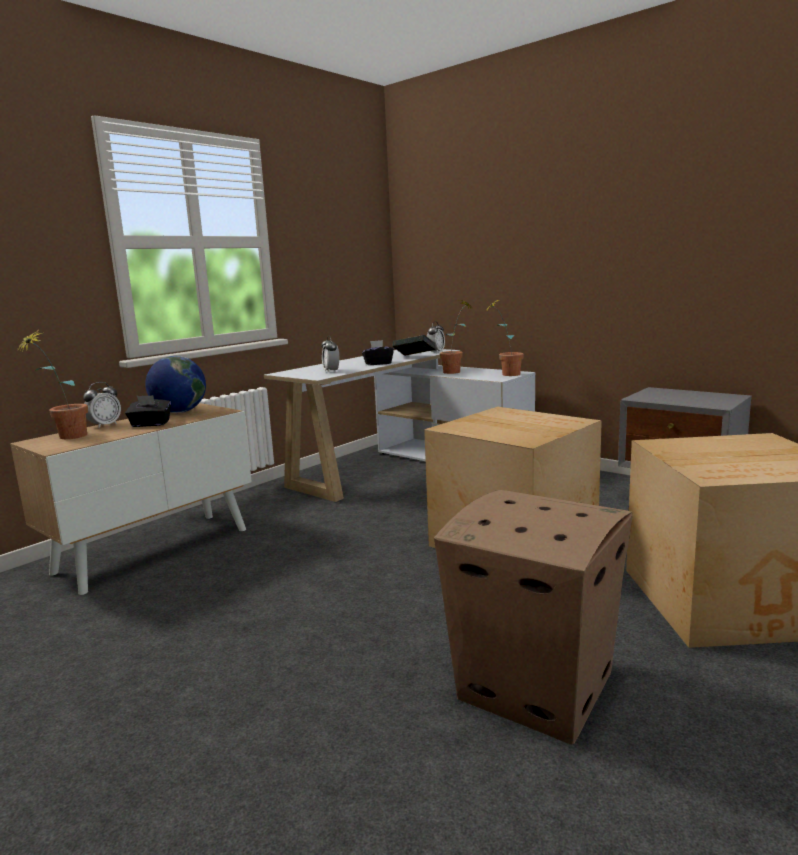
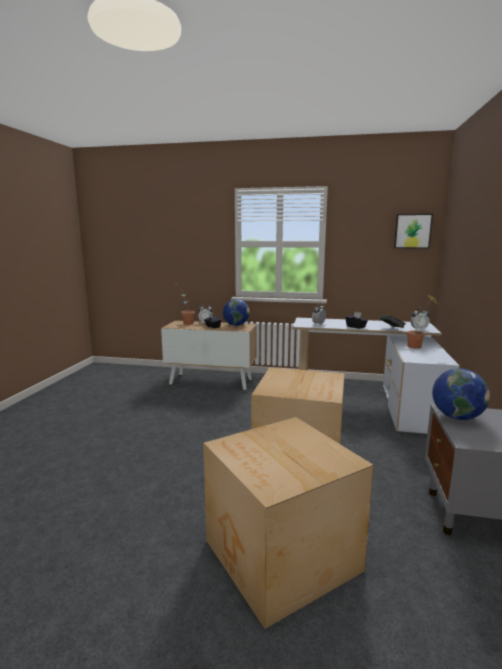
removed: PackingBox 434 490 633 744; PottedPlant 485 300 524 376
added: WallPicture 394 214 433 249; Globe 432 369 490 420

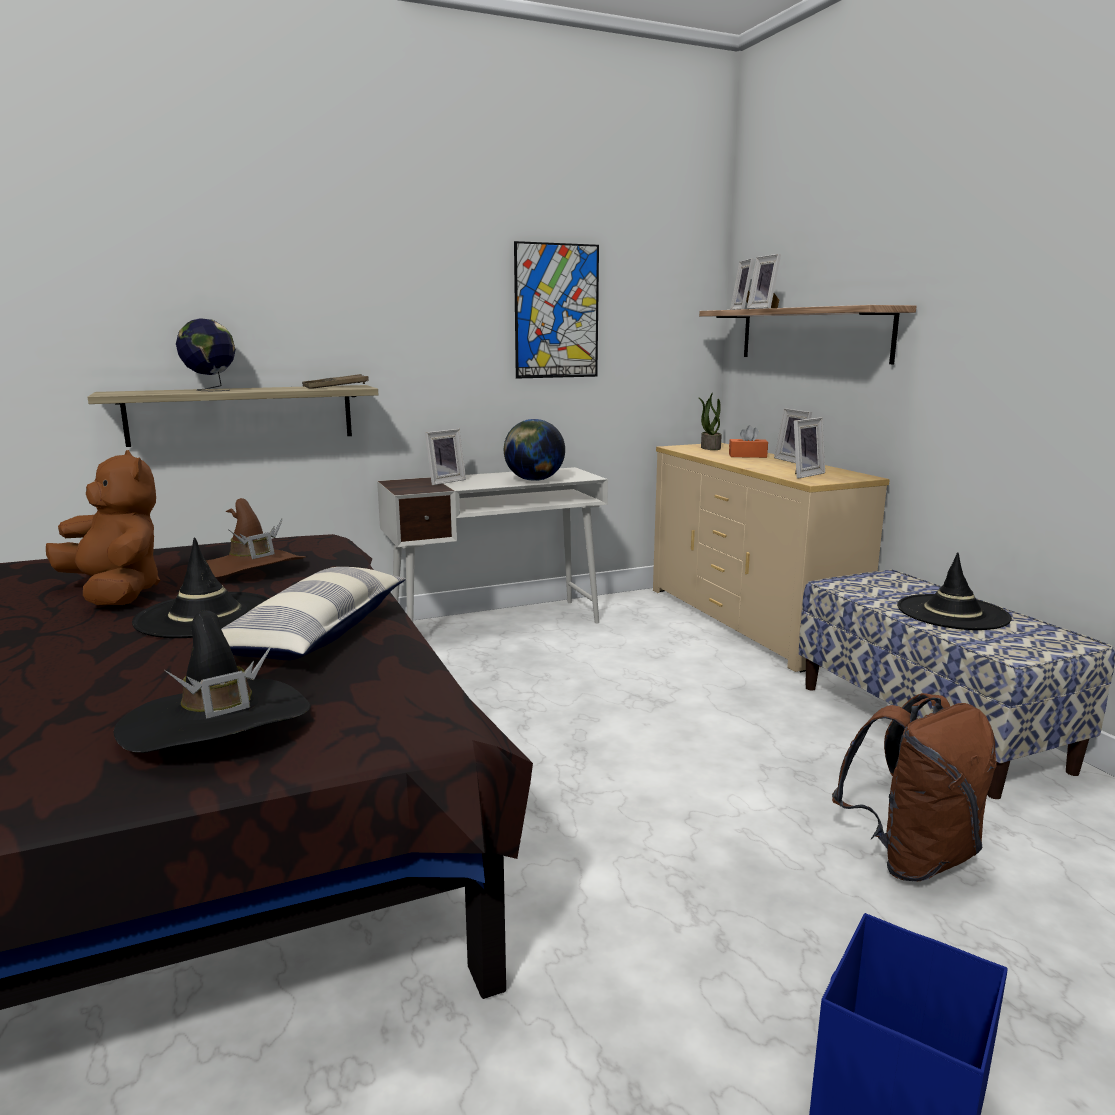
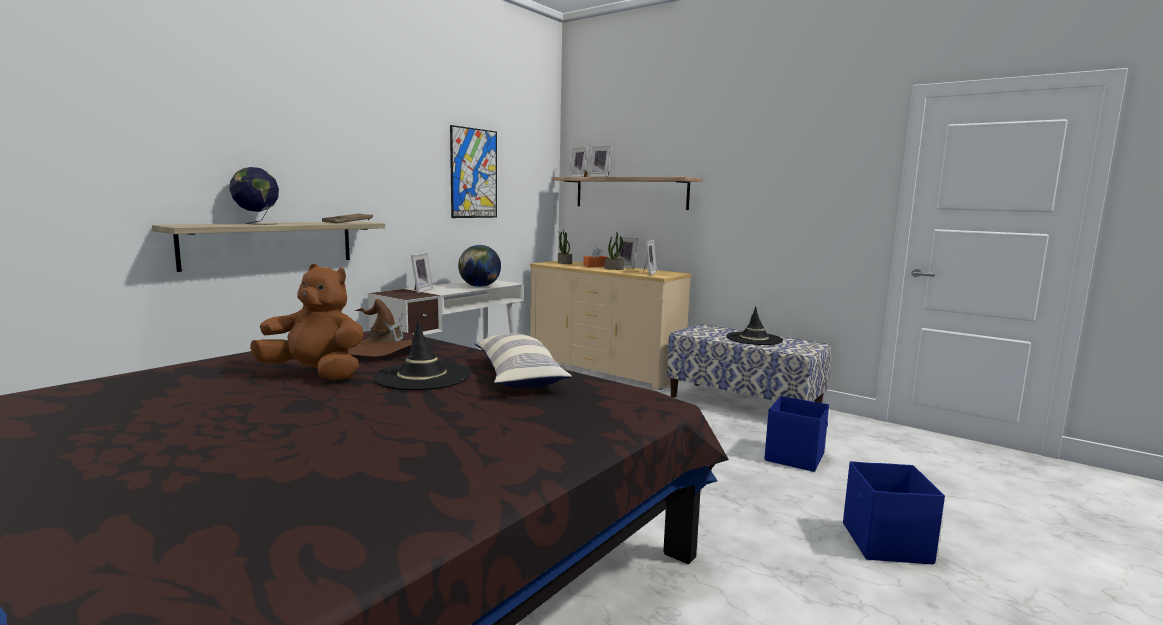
removed: BlackWearableHat 113 610 311 753
added: PottedPlant 604 231 624 270
replaced: BrownishBackpack 832 693 997 882 to BluishStorageBin 765 396 829 472

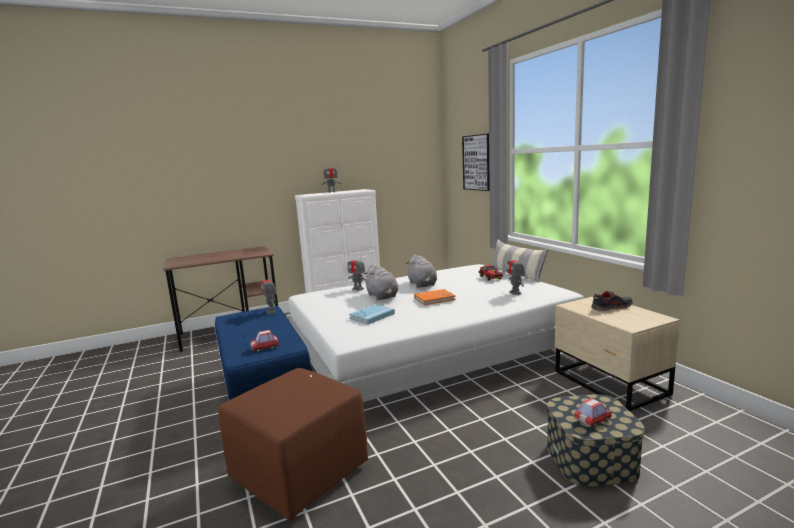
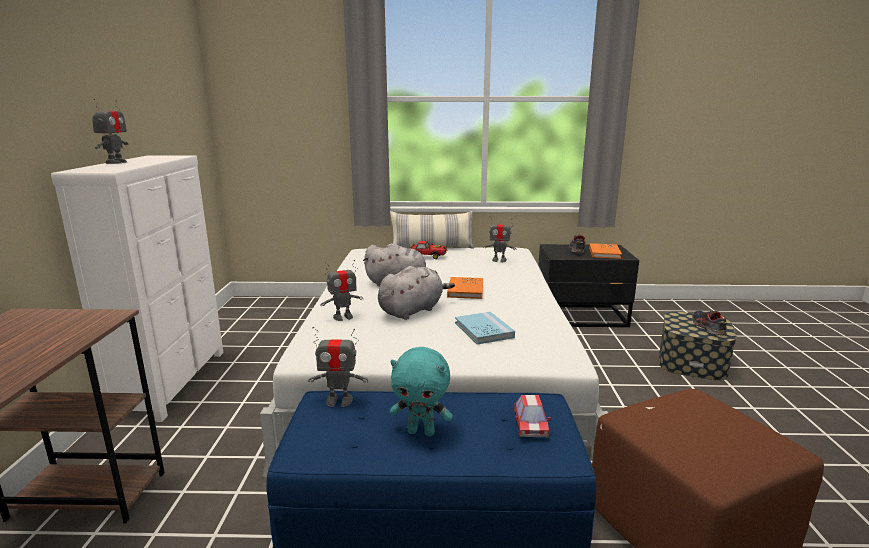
removed: WallPicture 462 134 490 191
added: TurquoiseCuddlyToy 390 347 453 436; OrangeColouredBoundBook 589 243 622 259
replaced: MiniatureCar 574 398 612 428 to ItemOfFootwear 692 310 727 336
recoloured: BeigeBedsideTable 555 297 680 411 to BlackBedsideTable 538 244 639 327
turned: GrayCuddlyToy 364 264 398 300 = 378 266 455 320 45 degrees counterclockwise

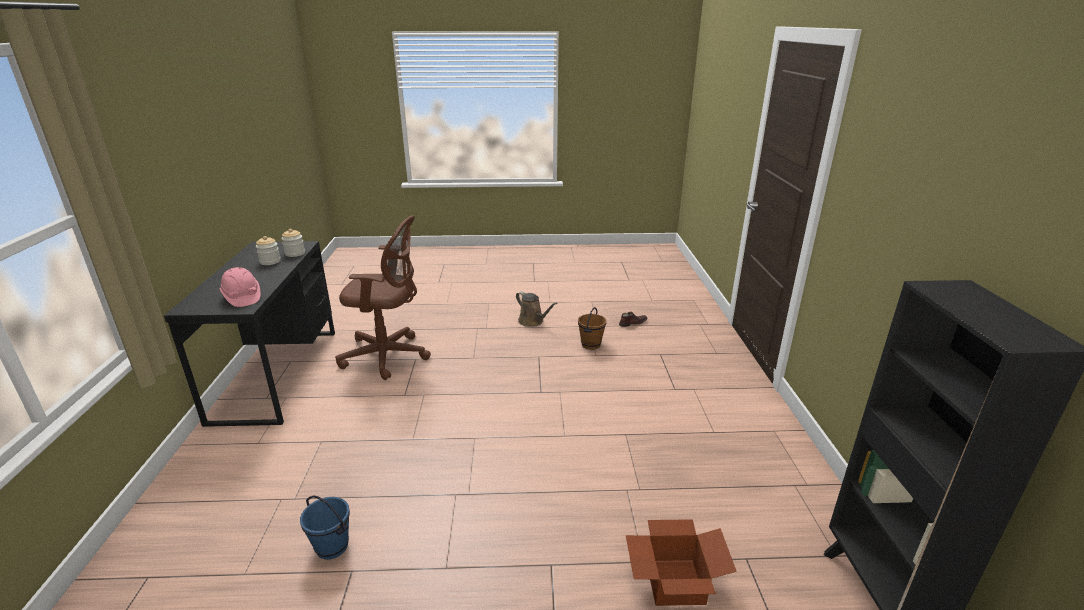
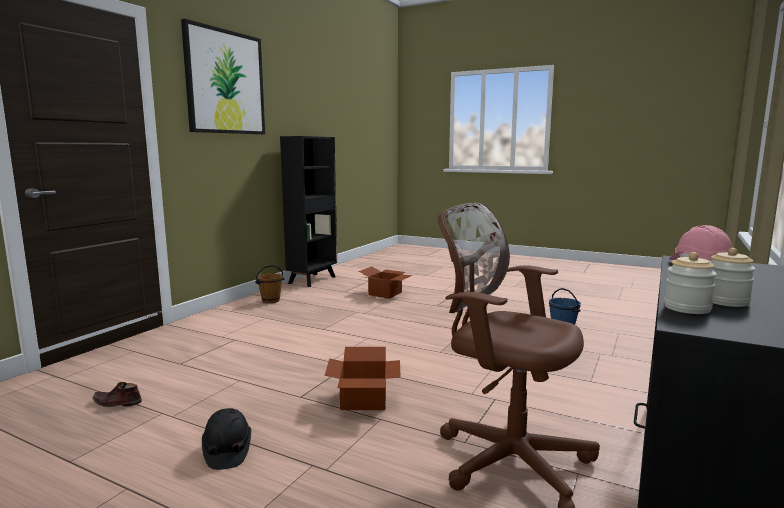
added: WallPicture 181 19 265 134; PackingBox 324 347 401 410
moved: BrownishPail 578 307 607 350 to 255 265 284 303
replaced: BrownishSprinklingCan 516 291 558 327 to BlackWorkHelmet 202 408 251 470

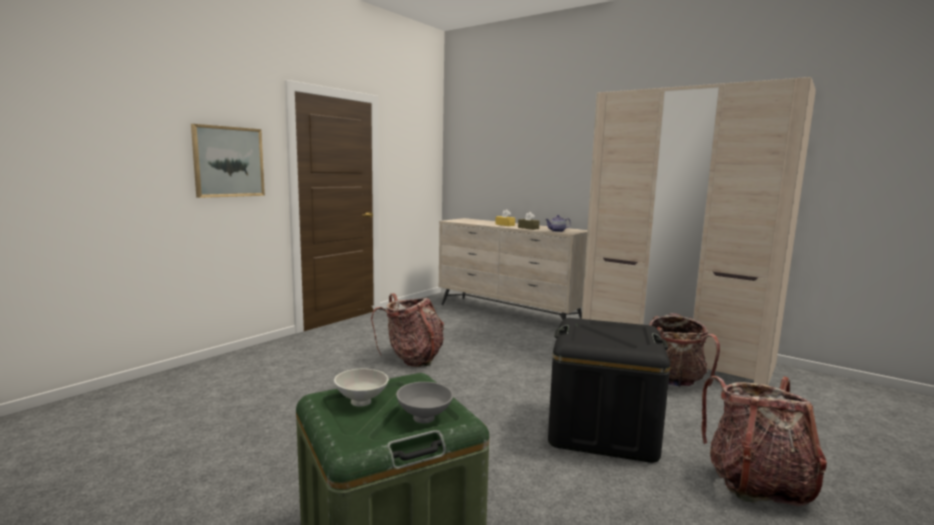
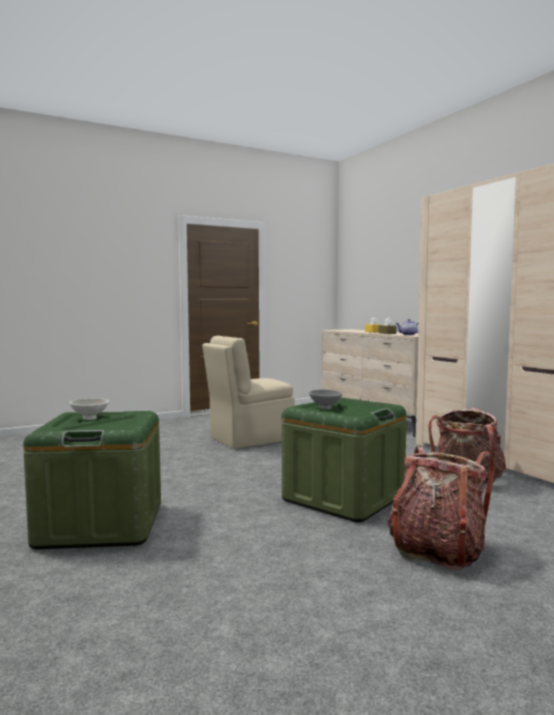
removed: WallPicture 191 124 265 198
moved: GrayServingBowl 396 382 453 423 to 309 390 343 409
replaced: Backpack 371 293 444 367 to BeigeChair 202 336 295 449
recoloured: BlackStorageBin 548 318 670 463 to GreenishStorageBin 282 398 407 523

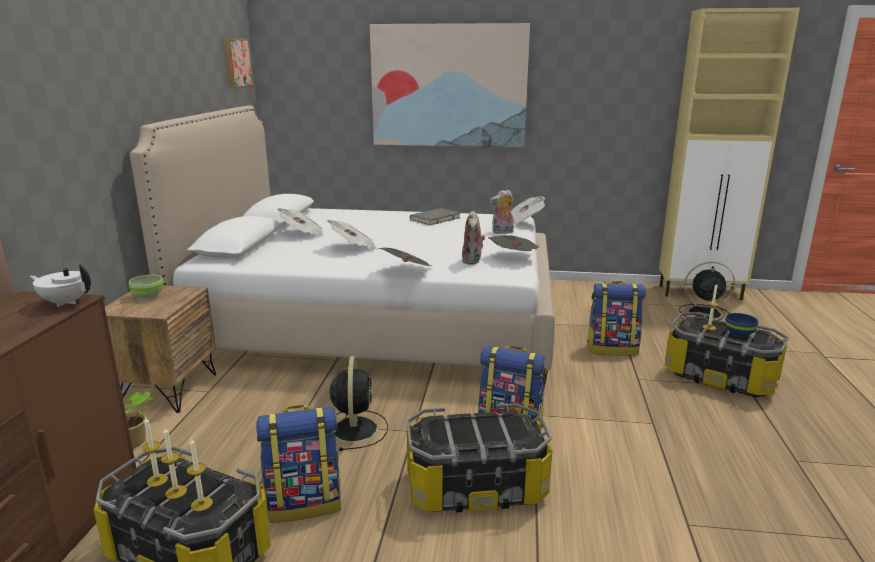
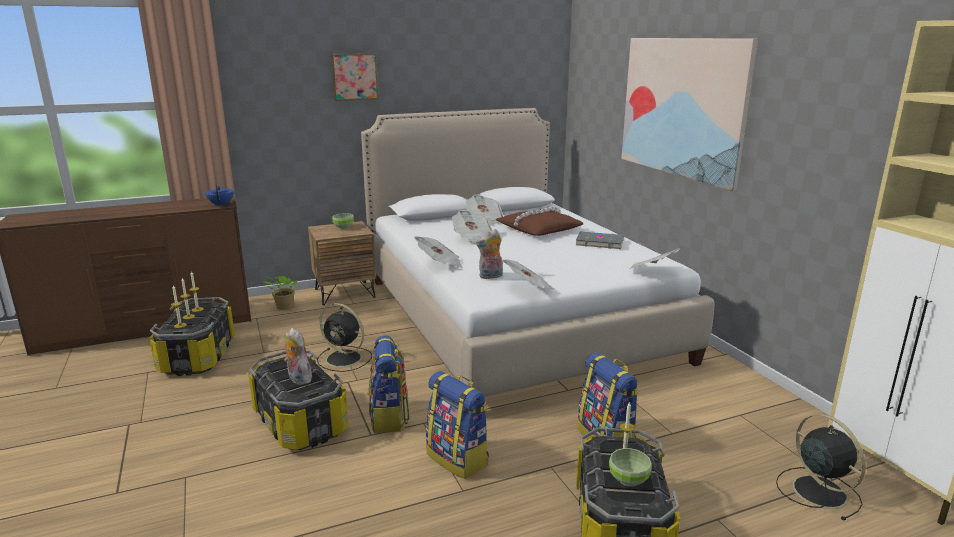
added: BrownishThrowPillow 496 206 583 236
moved: CuddlyToy 490 190 514 234 to 284 328 312 385; WallPicture 224 38 254 89 to 331 53 379 101; Backpack 256 405 341 523 to 426 371 489 479
recoloured: WhiteTeaPot 30 264 91 307 to BluishTeaPot 205 185 234 207; BluishServingBowl 725 313 758 337 to GreenishServingBowl 609 448 652 487
turned: BlackFan 330 356 388 451 = 317 303 372 372 60 degrees clockwise

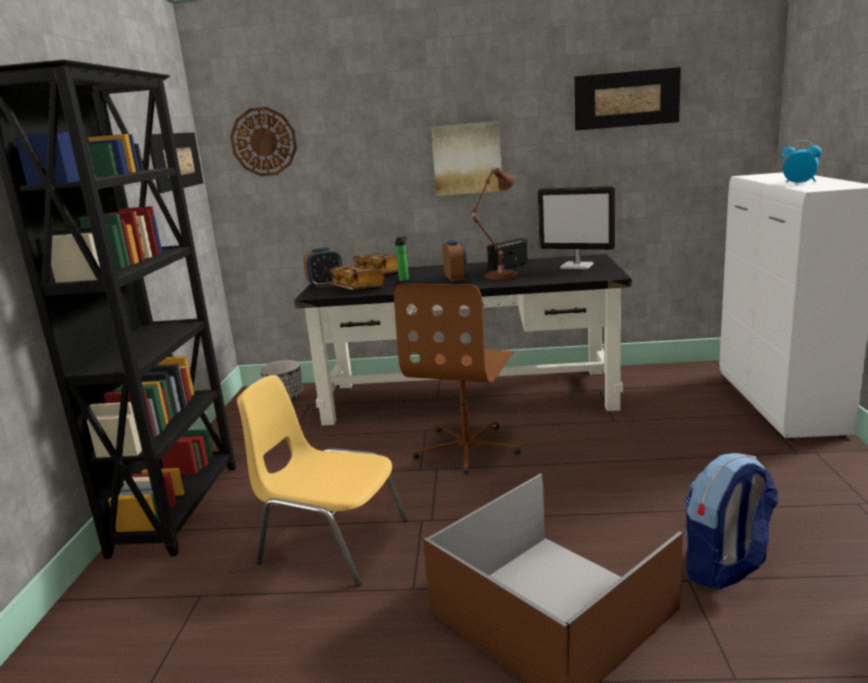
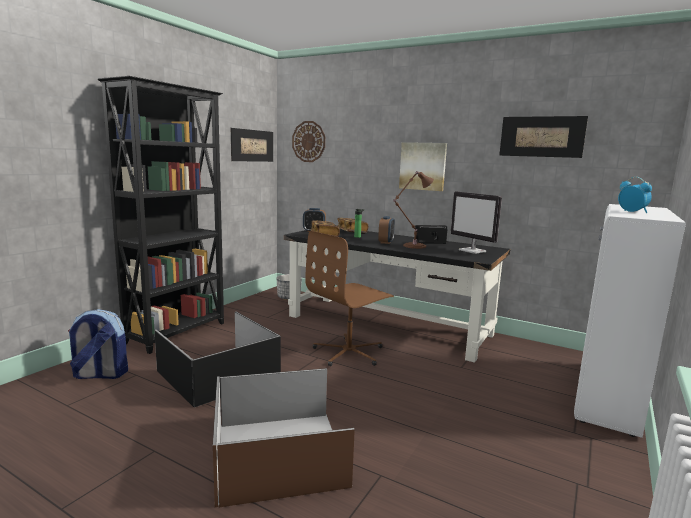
moved: Backpack 685 453 778 590 to 68 309 128 379
replaced: YellowishChair 237 375 408 586 to BlackStorageBin 154 312 281 407

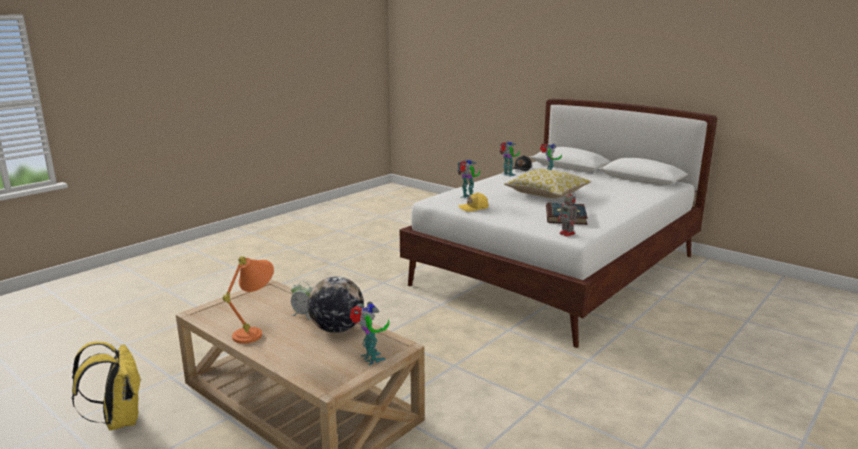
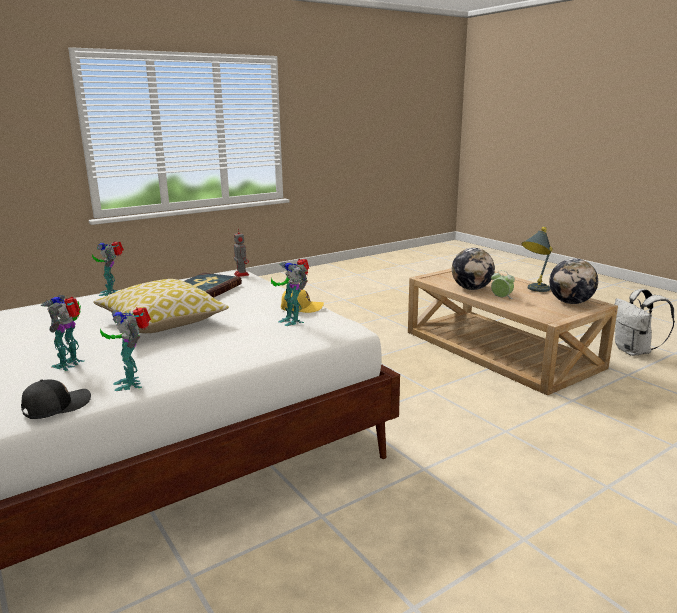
added: Globe 549 258 598 304
moved: ToyRobot 350 302 389 365 to 92 241 124 296
recoloured: OrangeColouredTableLamp 223 256 274 344 to GrayTableLamp 522 227 553 292; YellowishBackpack 72 341 141 430 to WhiteBackpack 614 289 675 356

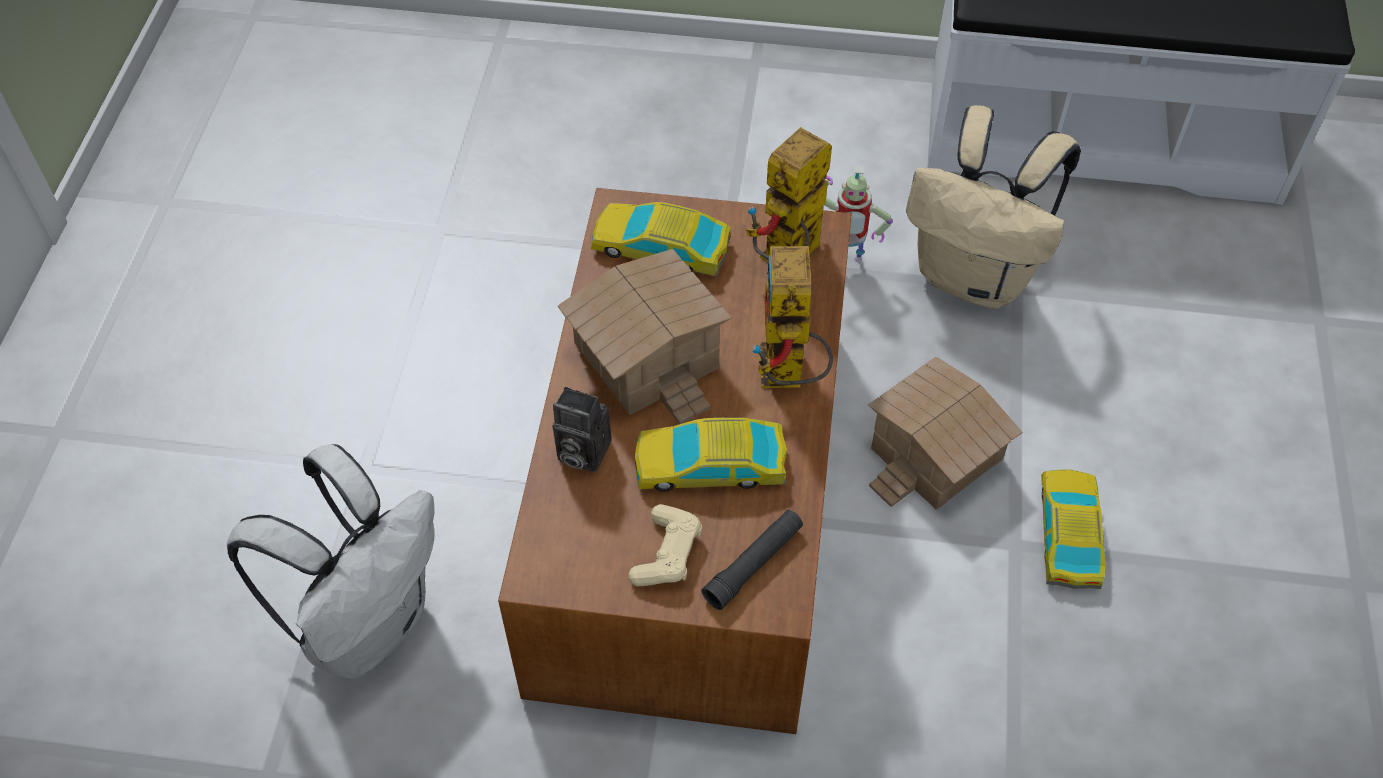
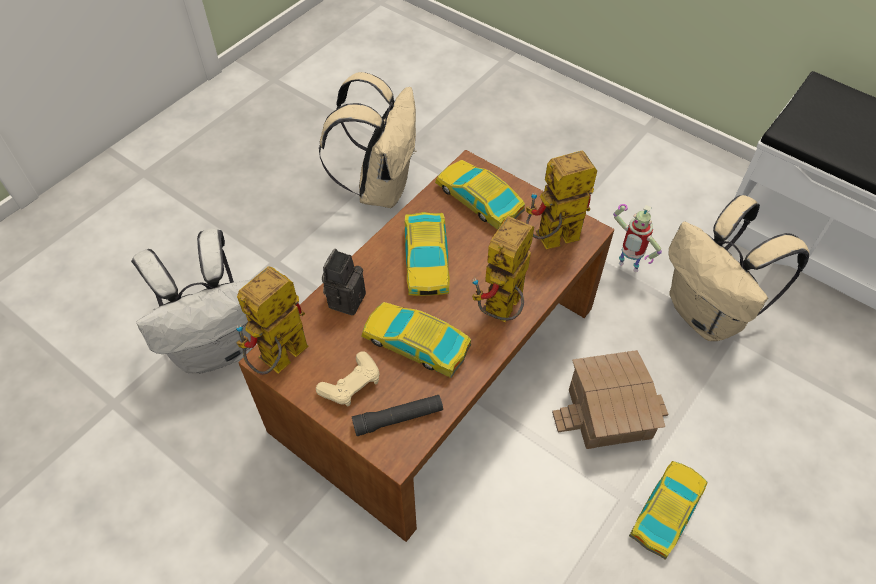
added: ToyRobot 236 266 309 375; BeigeBackpack 319 72 416 208
replaced: ModelHouse 558 249 732 424 to MiniatureCar 404 212 450 296
turned: PhotoCamera 553 387 611 472 = 322 248 366 315 60 degrees clockwise

